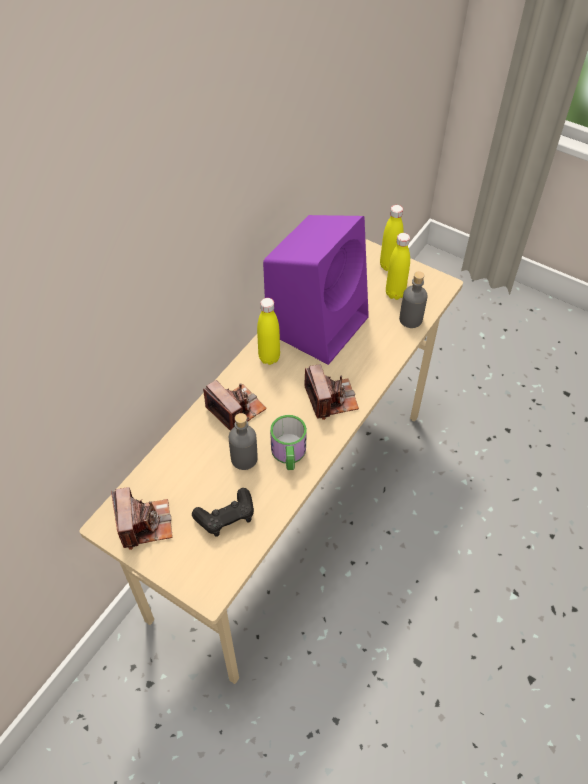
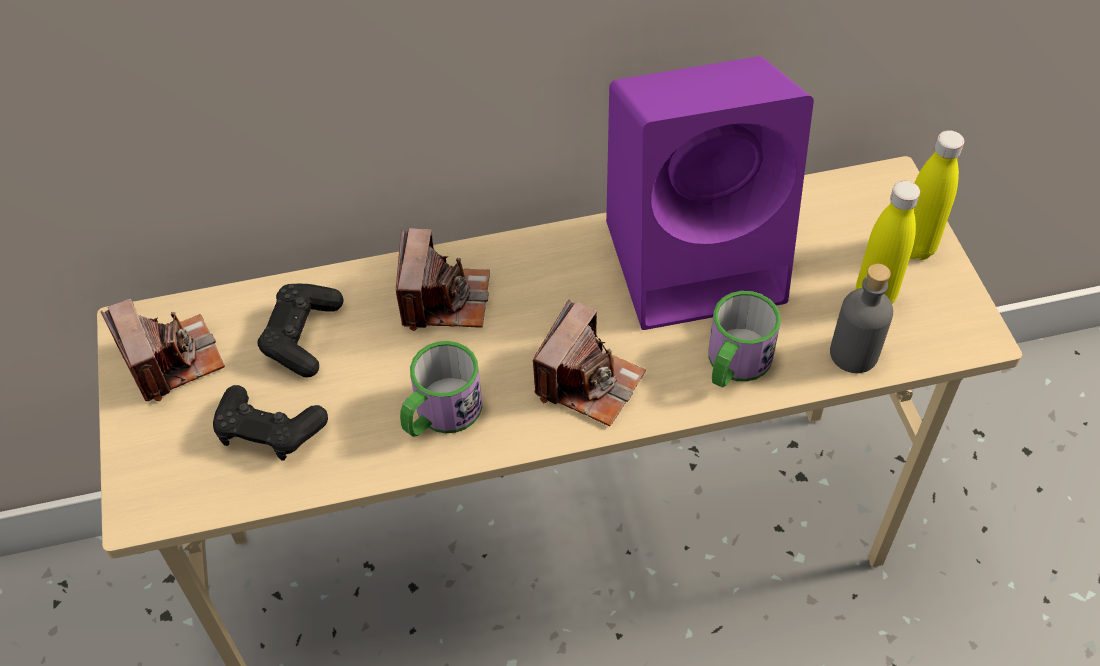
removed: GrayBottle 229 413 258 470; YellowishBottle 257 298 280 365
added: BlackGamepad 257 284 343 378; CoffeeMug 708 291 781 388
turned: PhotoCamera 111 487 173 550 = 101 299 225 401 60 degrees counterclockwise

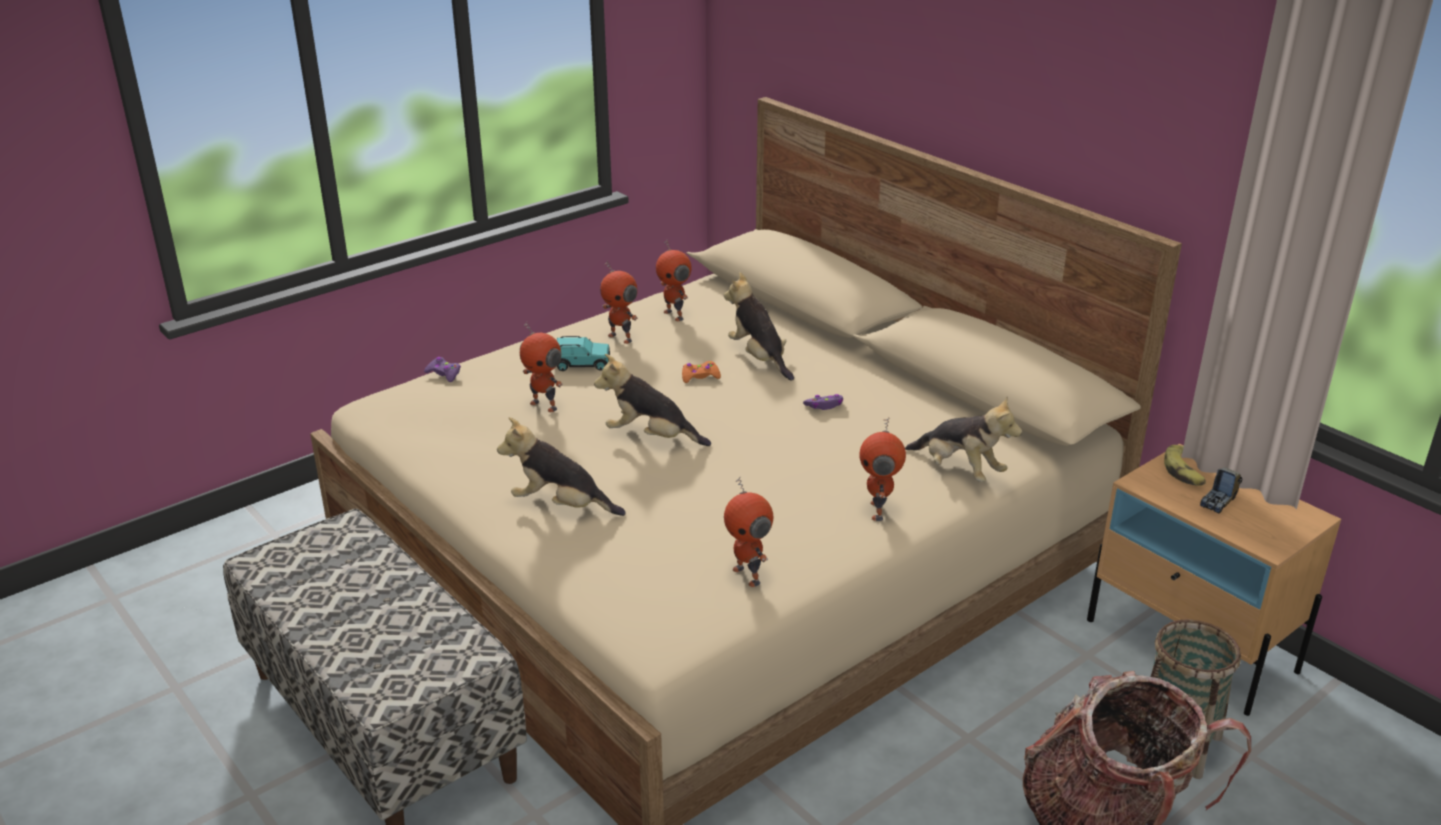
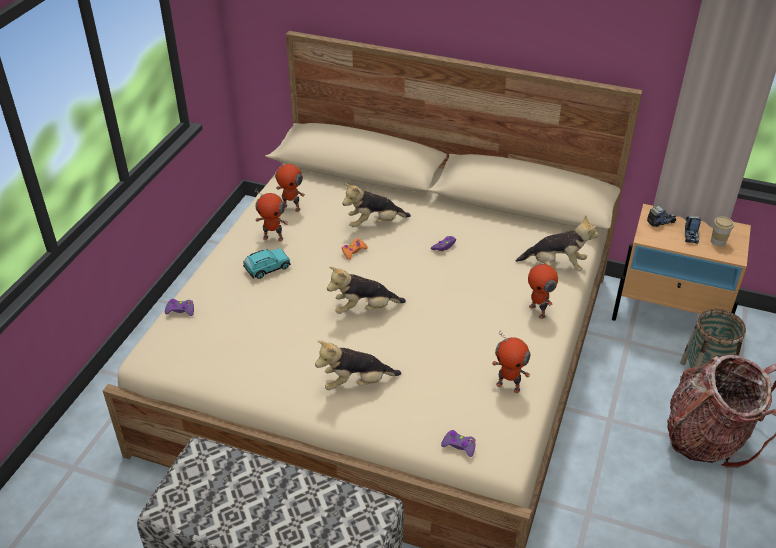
removed: ToyRobot 520 322 563 412
added: PurpleColouredGamepad 441 430 475 457; SmallCup 711 216 734 247
replaced: BananaFruit 1164 445 1206 486 to ToyLorry 647 204 676 227
turned: CuddlyToy 724 272 794 380 = 342 183 411 227 45 degrees counterclockwise

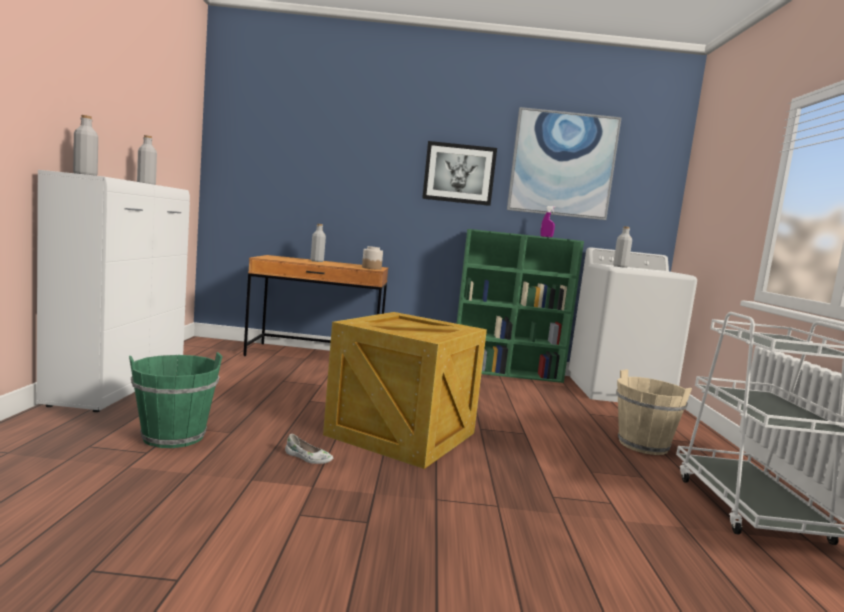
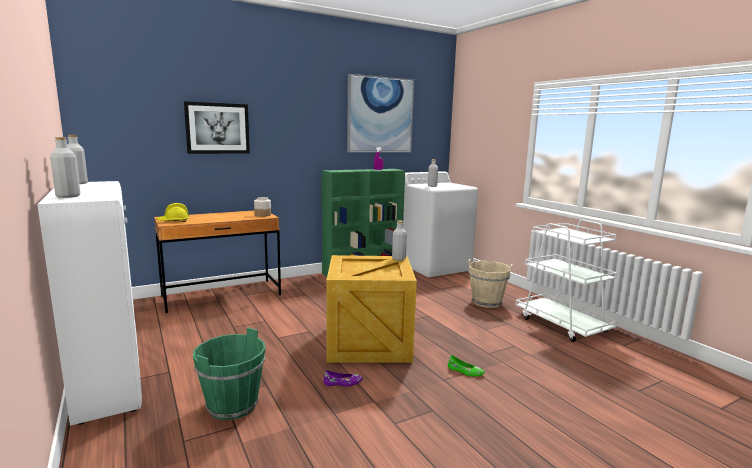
added: YellowishWorkHelmet 156 203 189 222; GreenishItemOfFootwear 448 355 484 376
moved: WallPicture 422 141 497 206 to 184 101 250 154; GrayBottle 311 224 326 262 to 392 221 407 261
recoloured: WhiteItemOfFootwear 285 434 333 464 to PurpleColouredItemOfFootwear 323 370 363 386

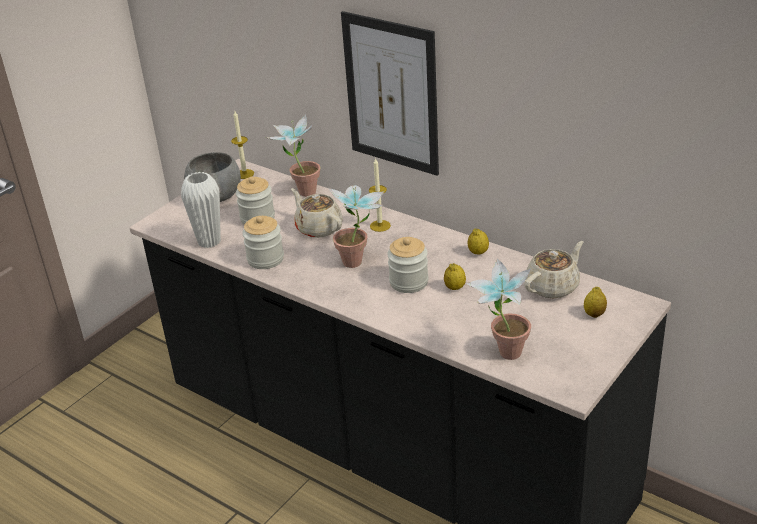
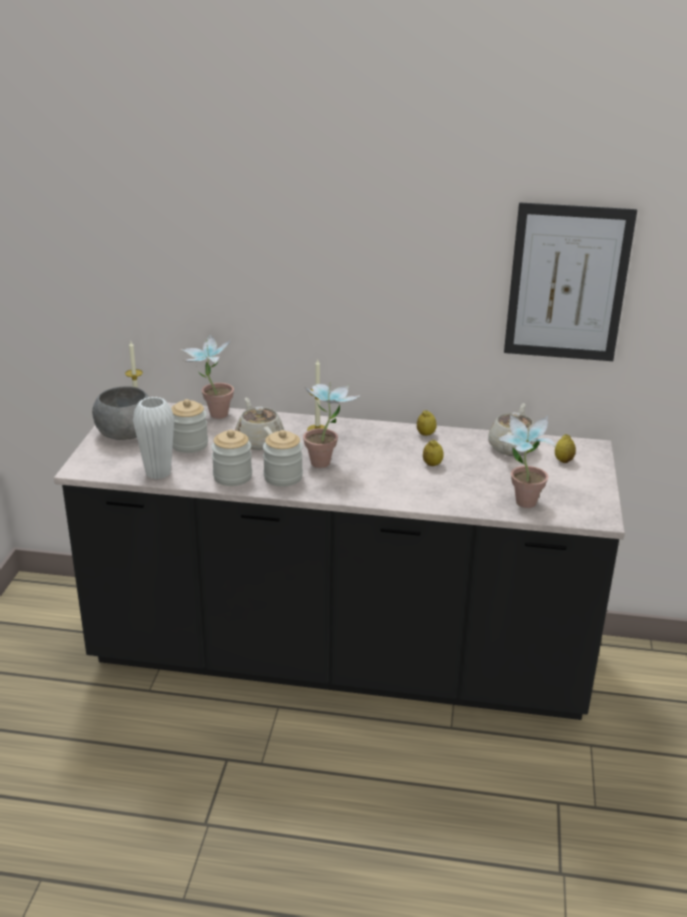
moved: Jar 387 237 428 293 to 263 430 303 487; WallPicture 341 11 439 176 to 504 202 637 361
turned: BeigeTeaPot 291 188 343 238 = 235 398 284 451 45 degrees clockwise

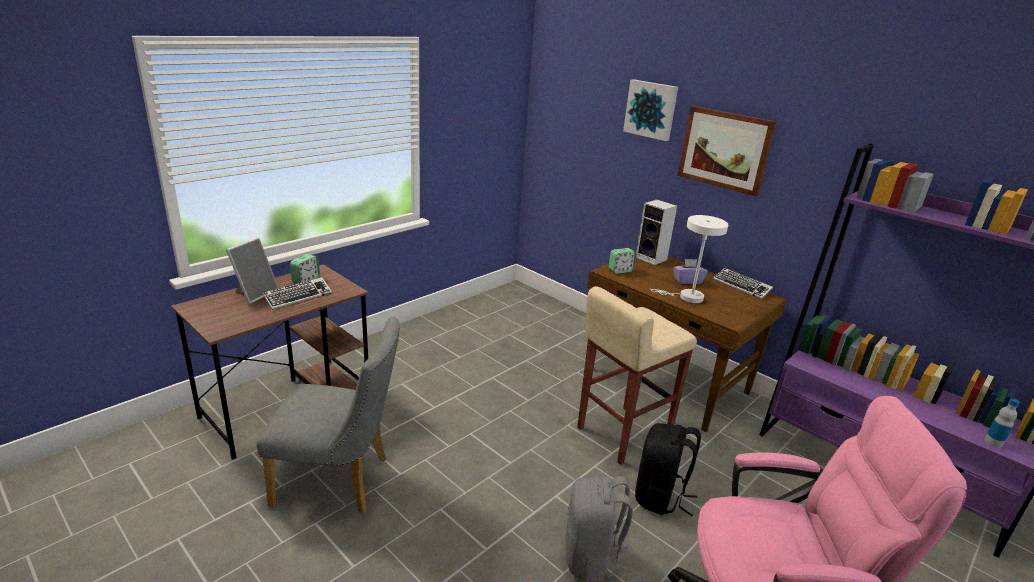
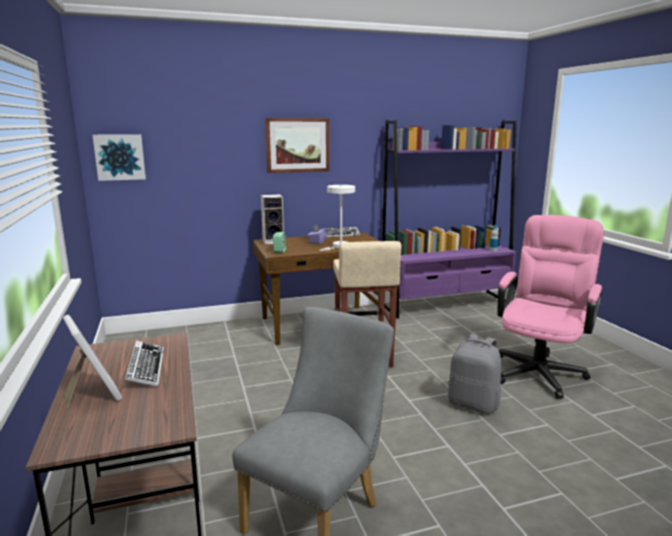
removed: BedsideClock 290 254 320 284; BlackBackpack 635 423 701 516
moved: WallPicture 623 79 678 141 to 92 134 146 181

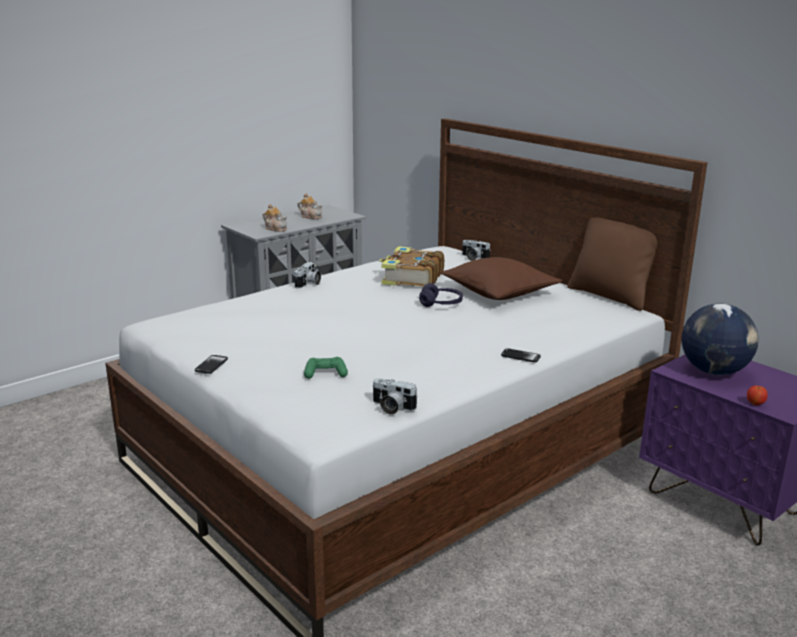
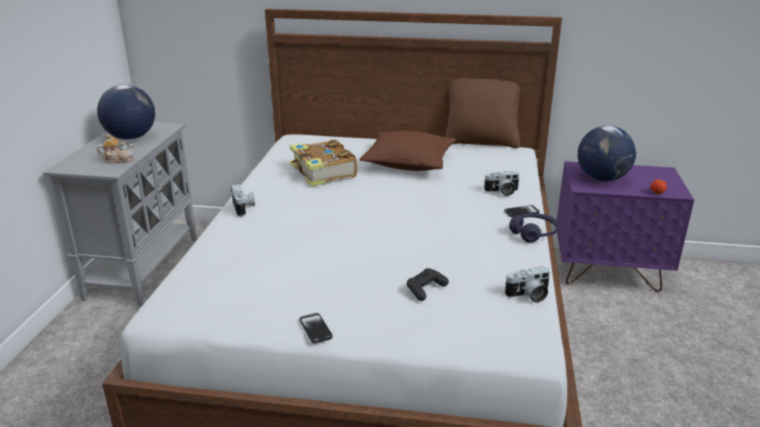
moved: PhotoCamera 462 240 490 261 to 484 171 519 196; PurpleColouredPairOfHeadphones 419 283 463 307 to 509 213 559 243
replaced: TeaPot 297 193 323 219 to Globe 97 85 155 140
recoloured: GreenishGamepad 304 357 348 379 to BlackGamepad 407 268 449 301

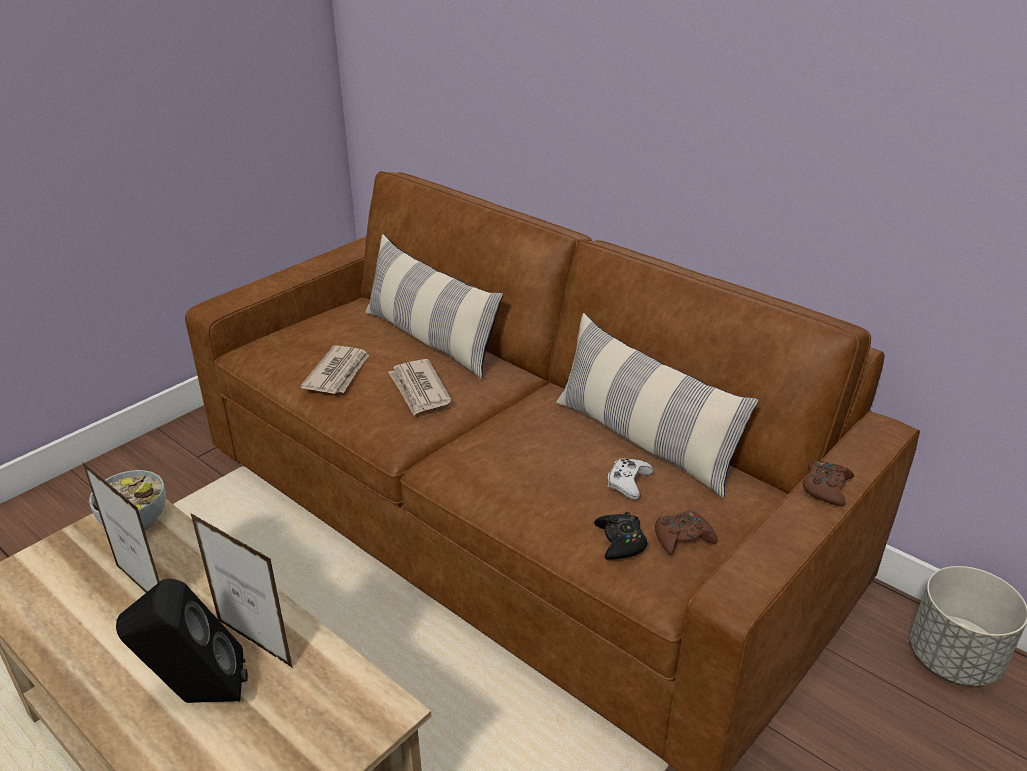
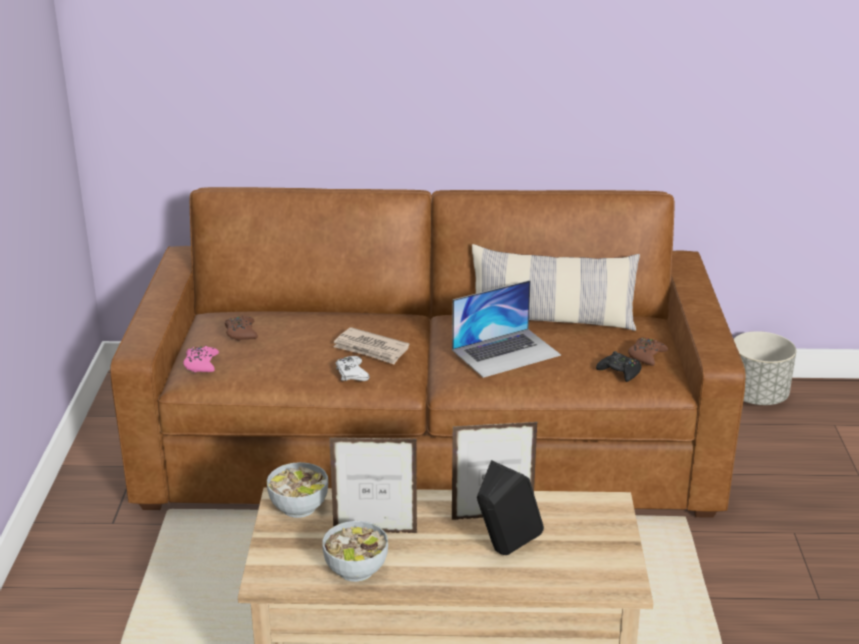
removed: DailyPaper 300 345 369 394; ThrowPillow 365 234 503 379
added: PinkGamepad 183 346 219 372; ServingBowl 322 521 388 582; Laptop 452 280 561 378
moved: BrownishGamepad 803 460 854 507 to 225 315 258 341; WhiteGamepad 607 459 653 500 to 336 356 369 381

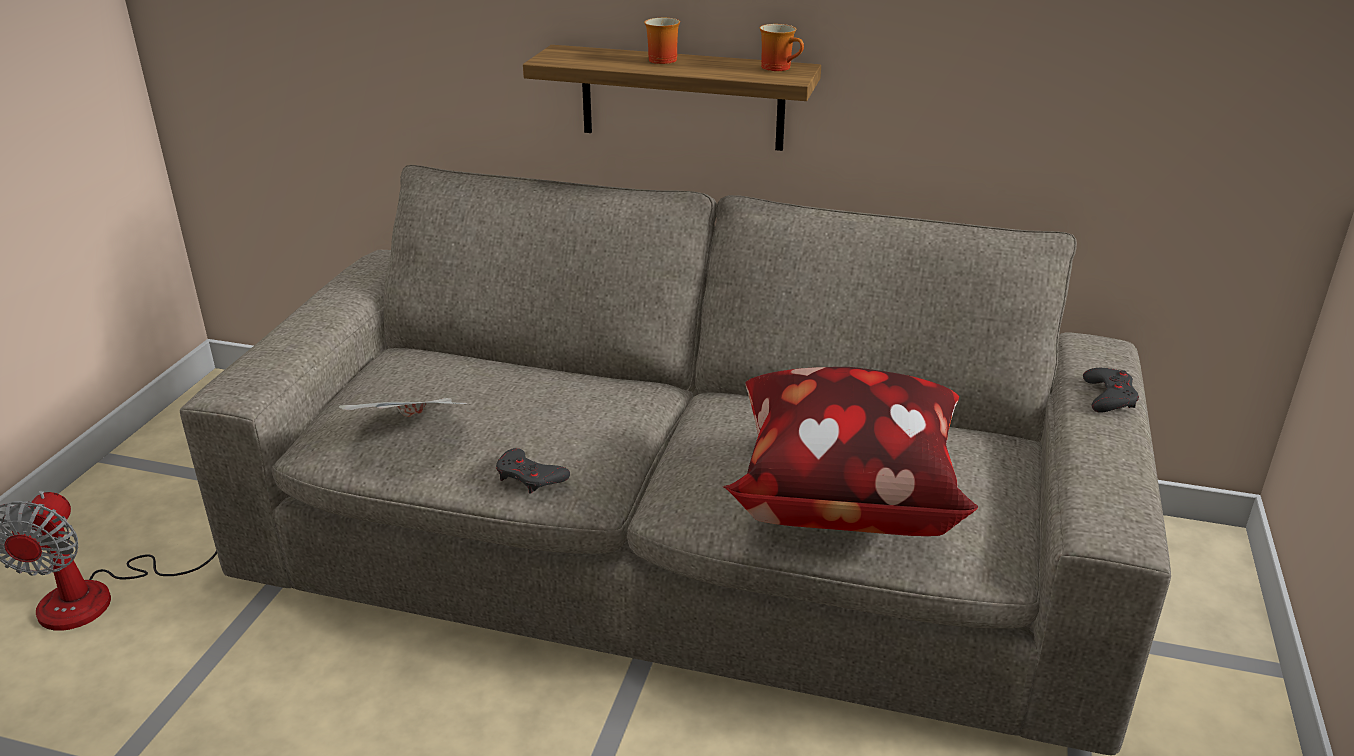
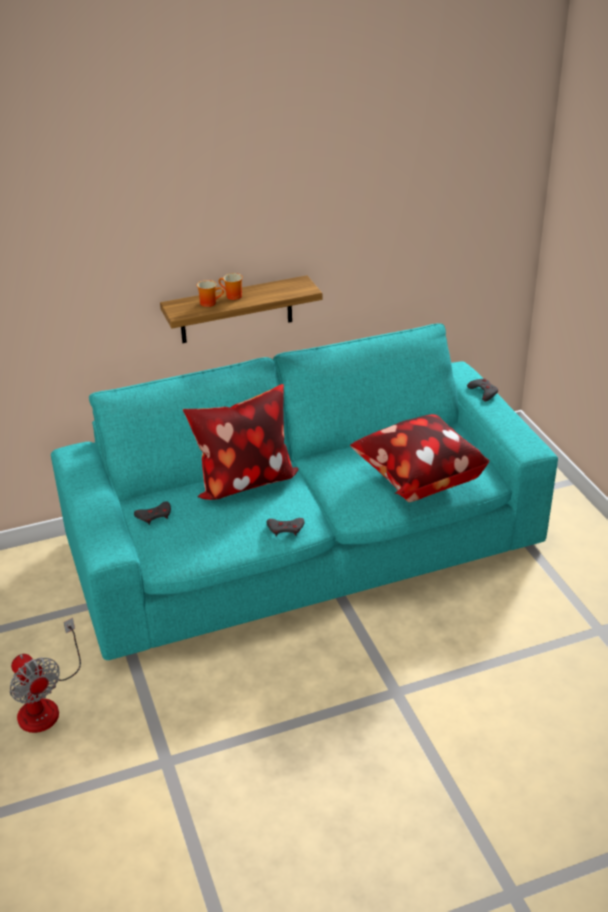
removed: DailyPaper 339 398 472 417
added: GrayGamepad 134 501 171 525; ThrowPillow 183 384 299 500
moved: CoffeeMug 760 24 804 71 to 197 280 224 307
recoloured: BeigeCouch 180 165 1171 755 to TurquoiseCouch 51 323 558 660

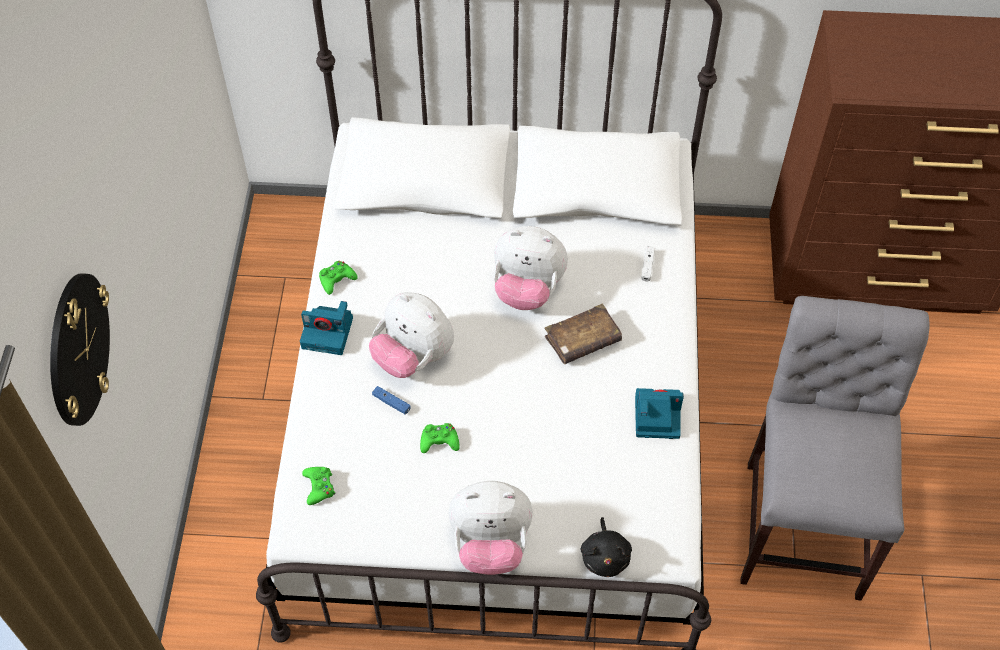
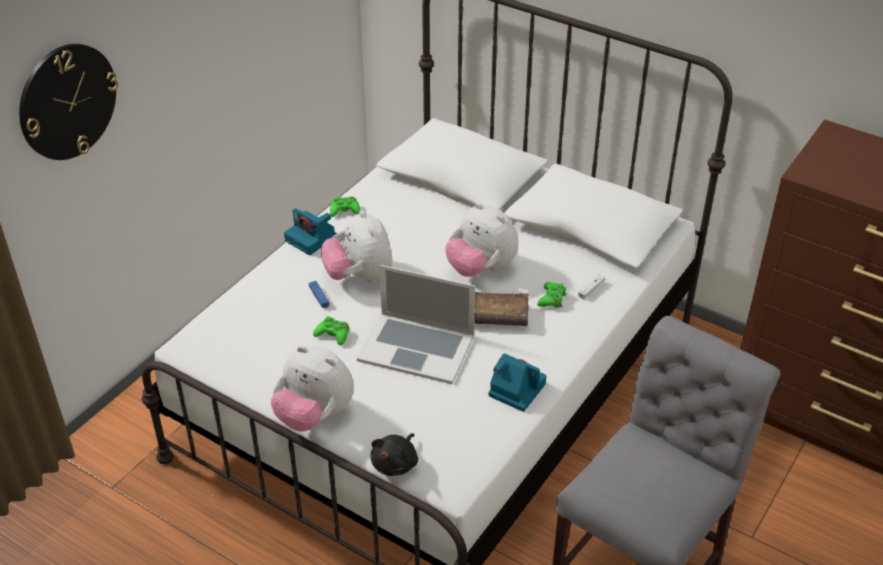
added: Laptop 357 265 475 384
moved: GreenishGamepad 302 467 335 505 to 537 282 566 308

